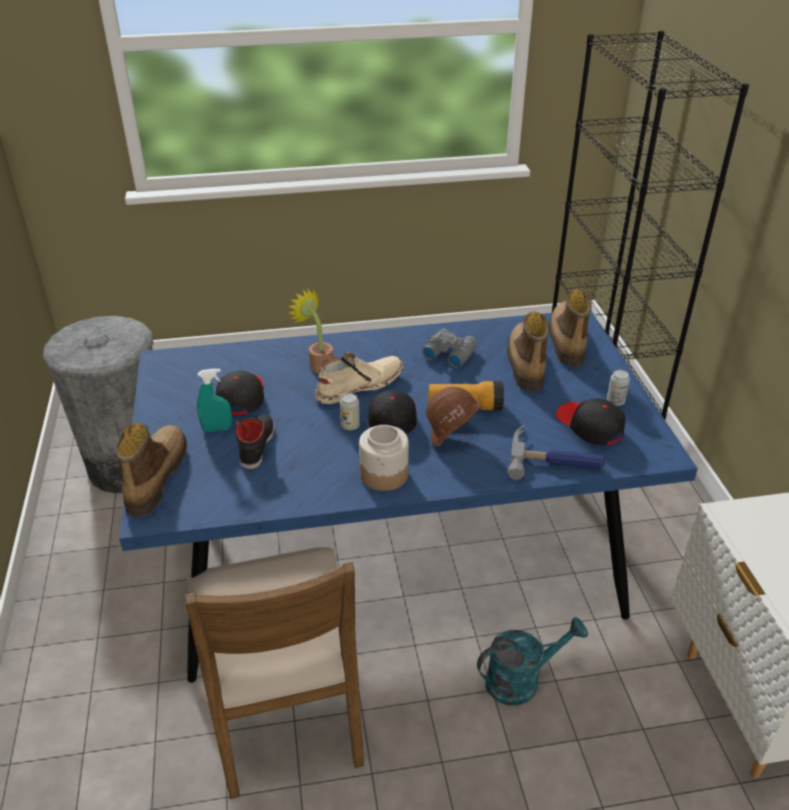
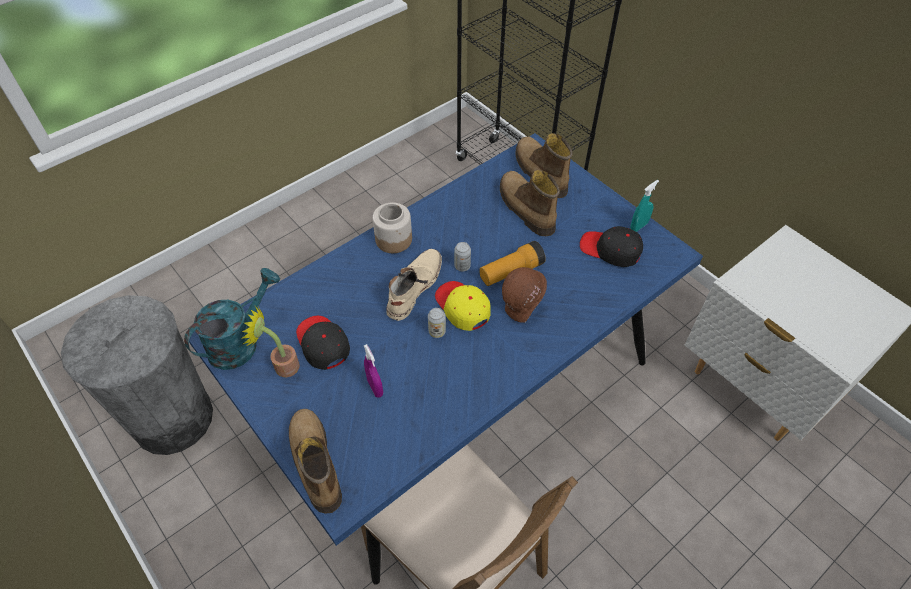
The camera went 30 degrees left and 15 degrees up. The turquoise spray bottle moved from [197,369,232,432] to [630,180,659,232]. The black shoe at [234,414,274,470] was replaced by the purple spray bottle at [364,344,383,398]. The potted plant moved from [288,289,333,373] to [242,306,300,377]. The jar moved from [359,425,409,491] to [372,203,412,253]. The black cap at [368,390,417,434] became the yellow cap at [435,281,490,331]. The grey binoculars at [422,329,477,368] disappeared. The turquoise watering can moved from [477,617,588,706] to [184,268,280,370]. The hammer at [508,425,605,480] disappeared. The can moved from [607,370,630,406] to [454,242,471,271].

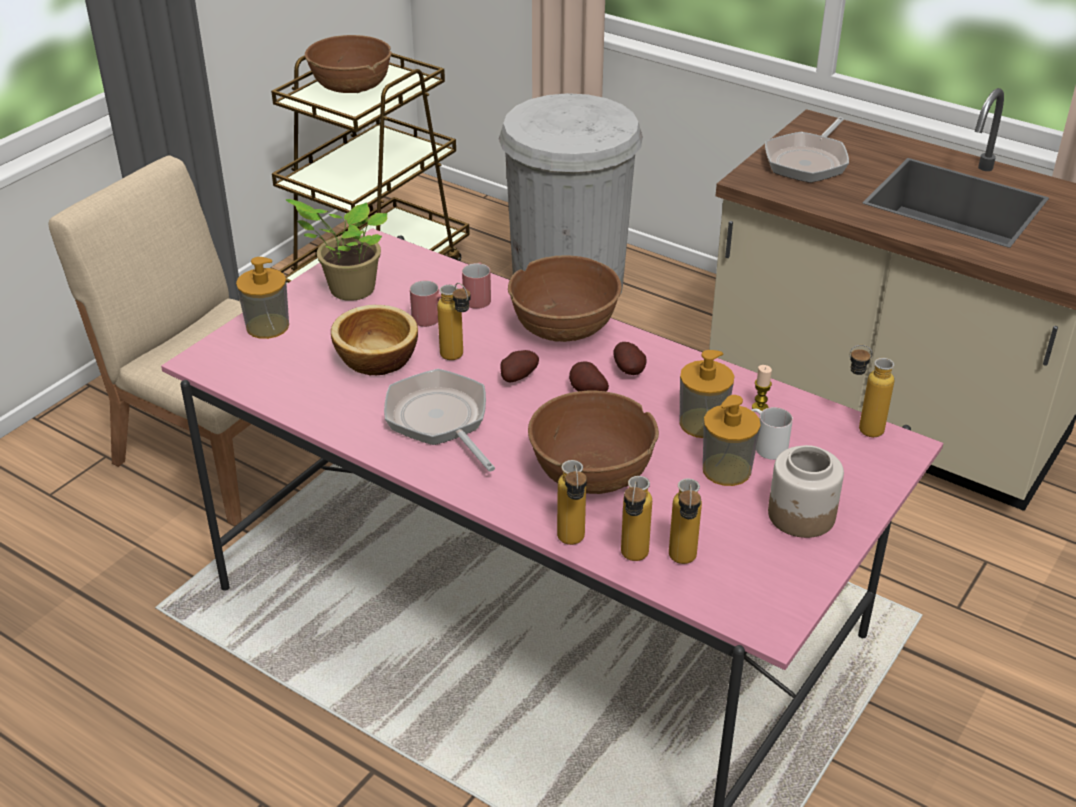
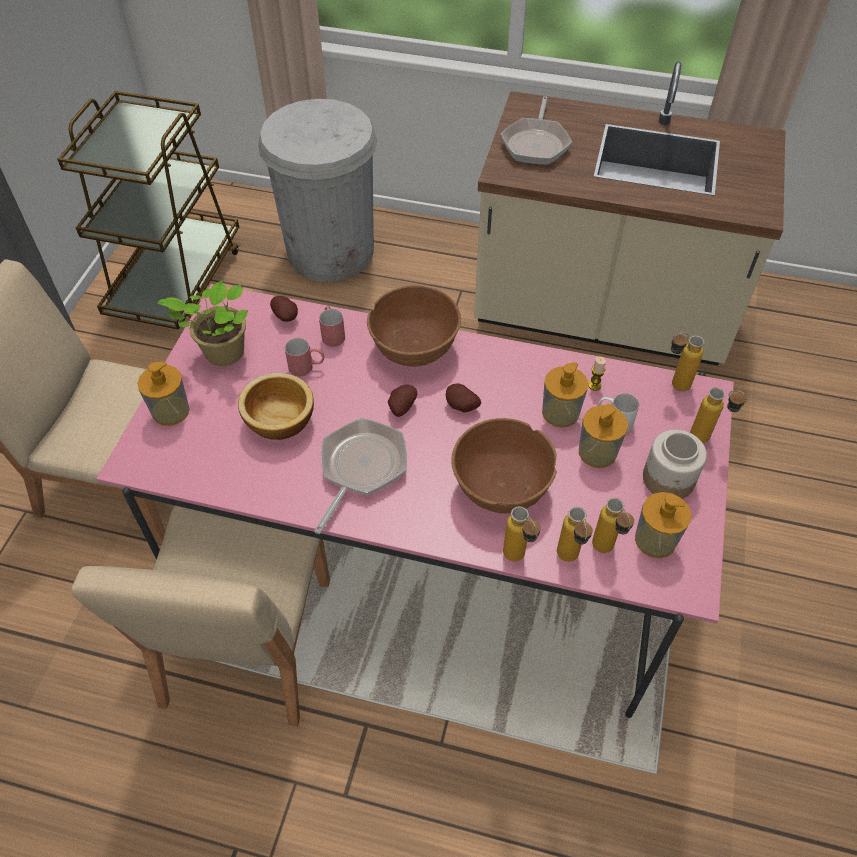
The camera went 20 degrees left and 15 degrees up. The brown bowl at [305,35,392,93] disappeared. The frying pan at [384,369,495,472] turned 75 degrees clockwise. The bottle moved from [437,283,471,360] to [690,387,748,443]. The potato moved from [613,342,647,375] to [270,296,298,322]. The beige chair at [71,506,330,726] appeared. The soap dispenser at [635,492,691,558] appeared.

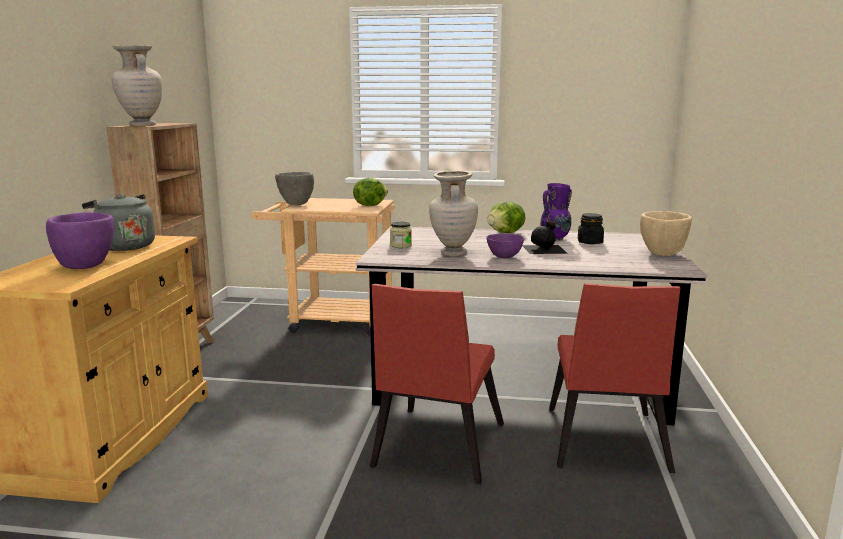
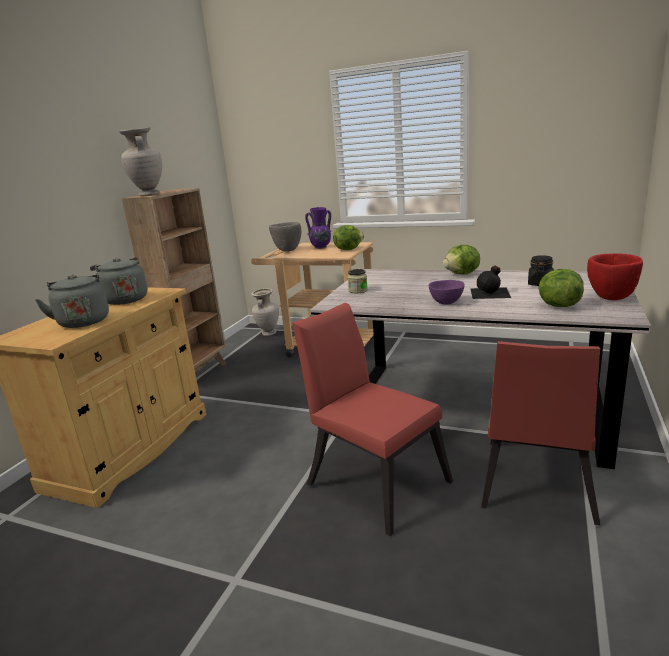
The camera went 15 degrees right and 5 degrees up. The purple bowl at [46,212,114,269] was replaced by the grey kettle at [35,273,109,328]. The red chair at [370,284,504,484] turned 105 degrees clockwise. The beige vase moved from [429,171,478,256] to [251,289,279,336]. The purple vase moved from [541,183,572,241] to [305,207,332,249]. The beige bowl at [640,211,692,256] became the red bowl at [587,253,643,300]. The lettuce at [538,269,584,307] appeared.

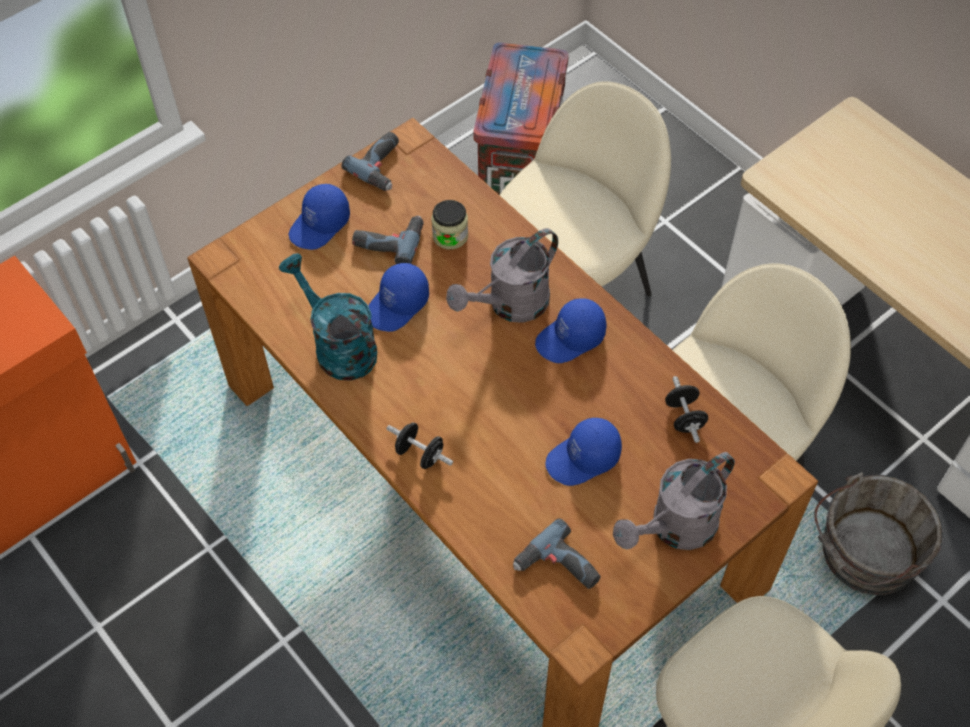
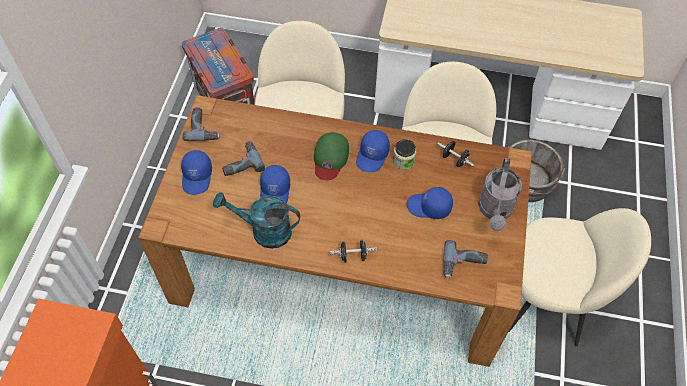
The camera went 40 degrees left and 0 degrees up. The jar moved from [431,200,468,249] to [393,139,416,170]. The grey watering can at [446,228,558,323] was replaced by the green cap at [314,132,349,180]. The blue cap at [545,418,622,486] turned 75 degrees clockwise.

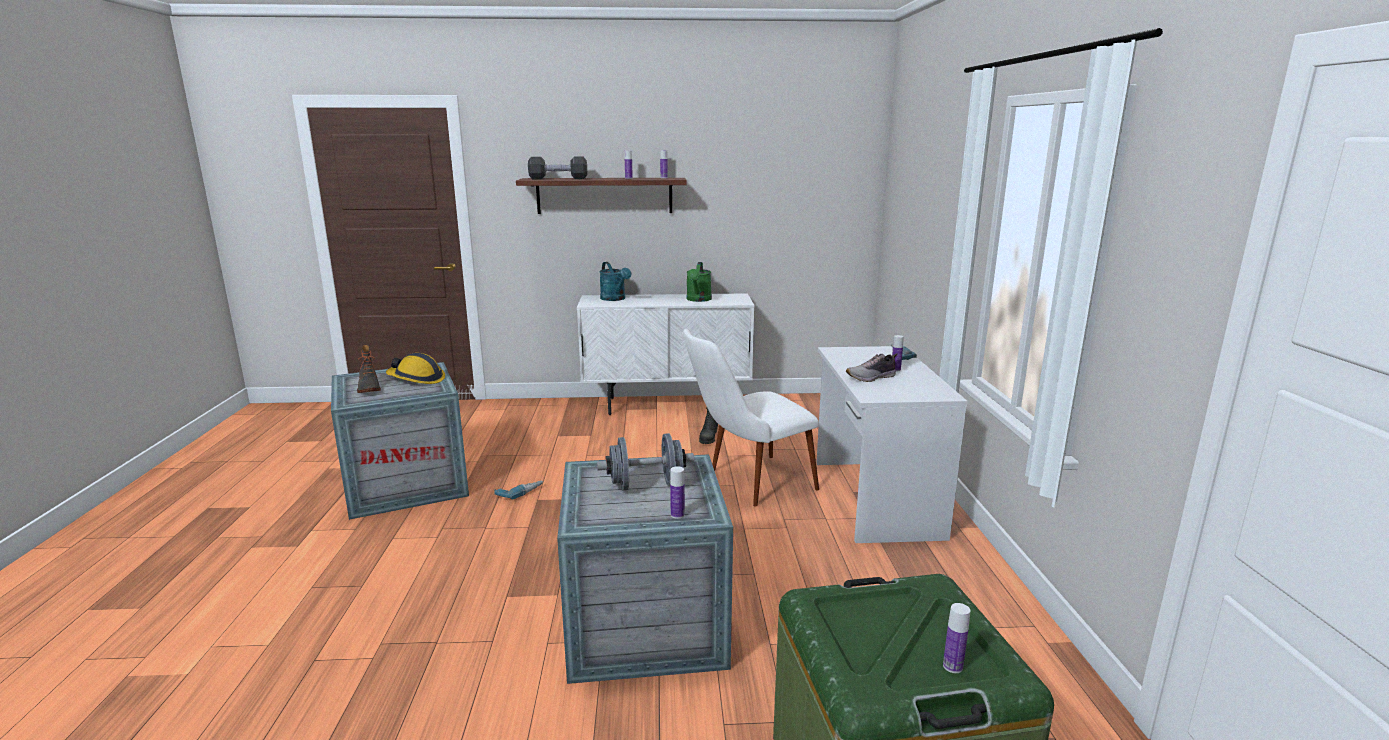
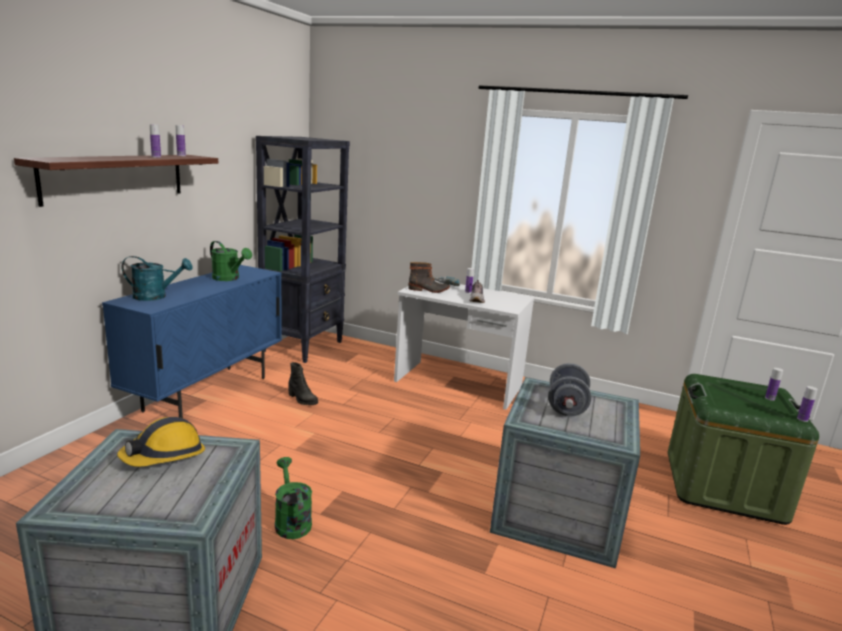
The camera went 65 degrees left and 0 degrees up. The boot moved from [357,345,381,393] to [408,262,450,293]. The power drill at [494,481,543,500] was replaced by the green watering can at [275,457,312,539]. The black dumbbell at [528,157,587,179] disappeared. The white cabinet at [577,293,754,415] became the blue cabinet at [102,265,282,418]. The bottle moved from [670,466,685,519] to [797,386,818,422]. The white chair at [683,329,819,507] disappeared. The black bookcase at [256,136,350,363] appeared.

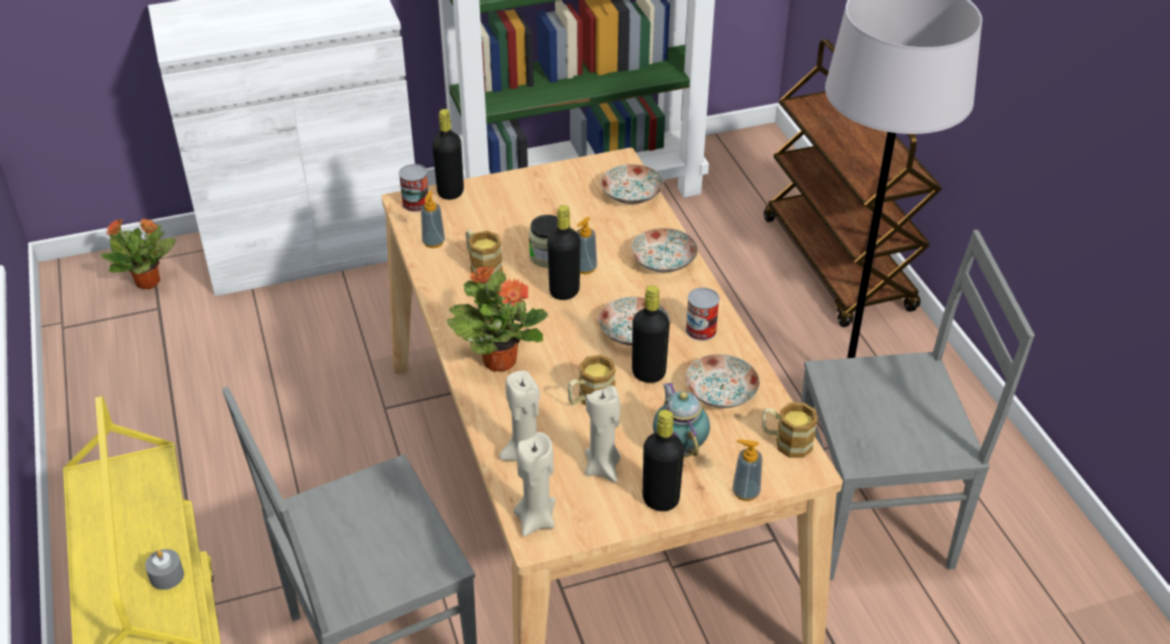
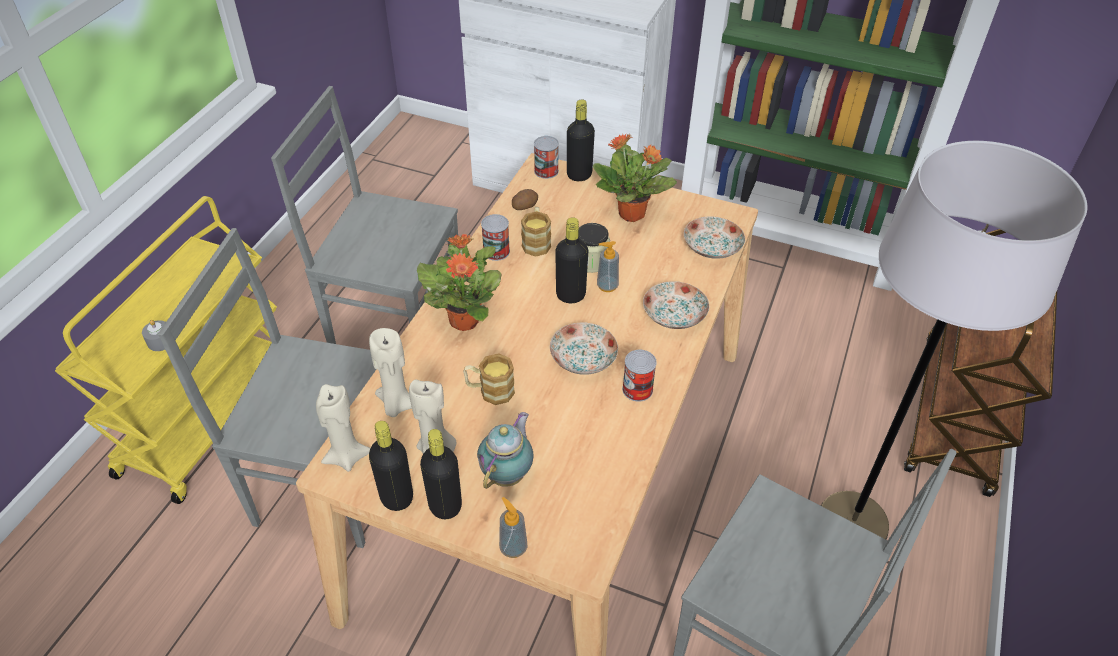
The camera went 40 degrees right and 5 degrees up. The potted plant moved from [101,218,176,289] to [593,133,677,222]. The soap dispenser at [421,191,445,248] was replaced by the potato at [512,189,538,210]. The black bottle moved from [632,285,670,383] to [369,421,413,511]. The plate at [685,354,760,408] disappeared. The mug at [762,403,818,458] disappeared. The grey chair at [271,86,458,344] appeared. The can at [481,214,510,261] appeared.

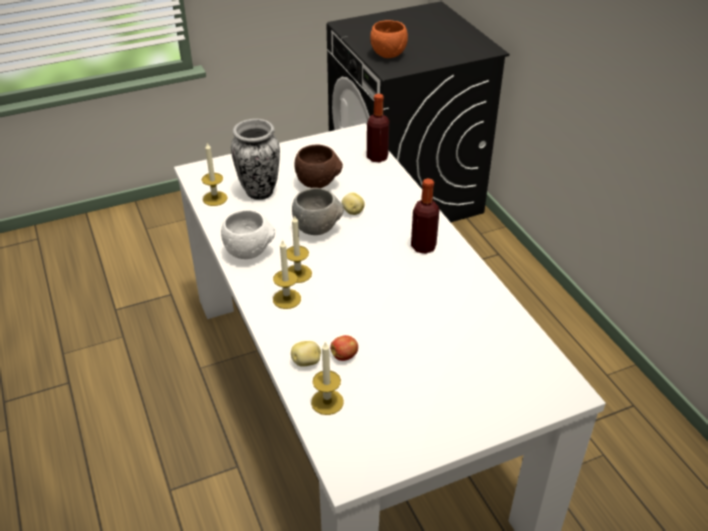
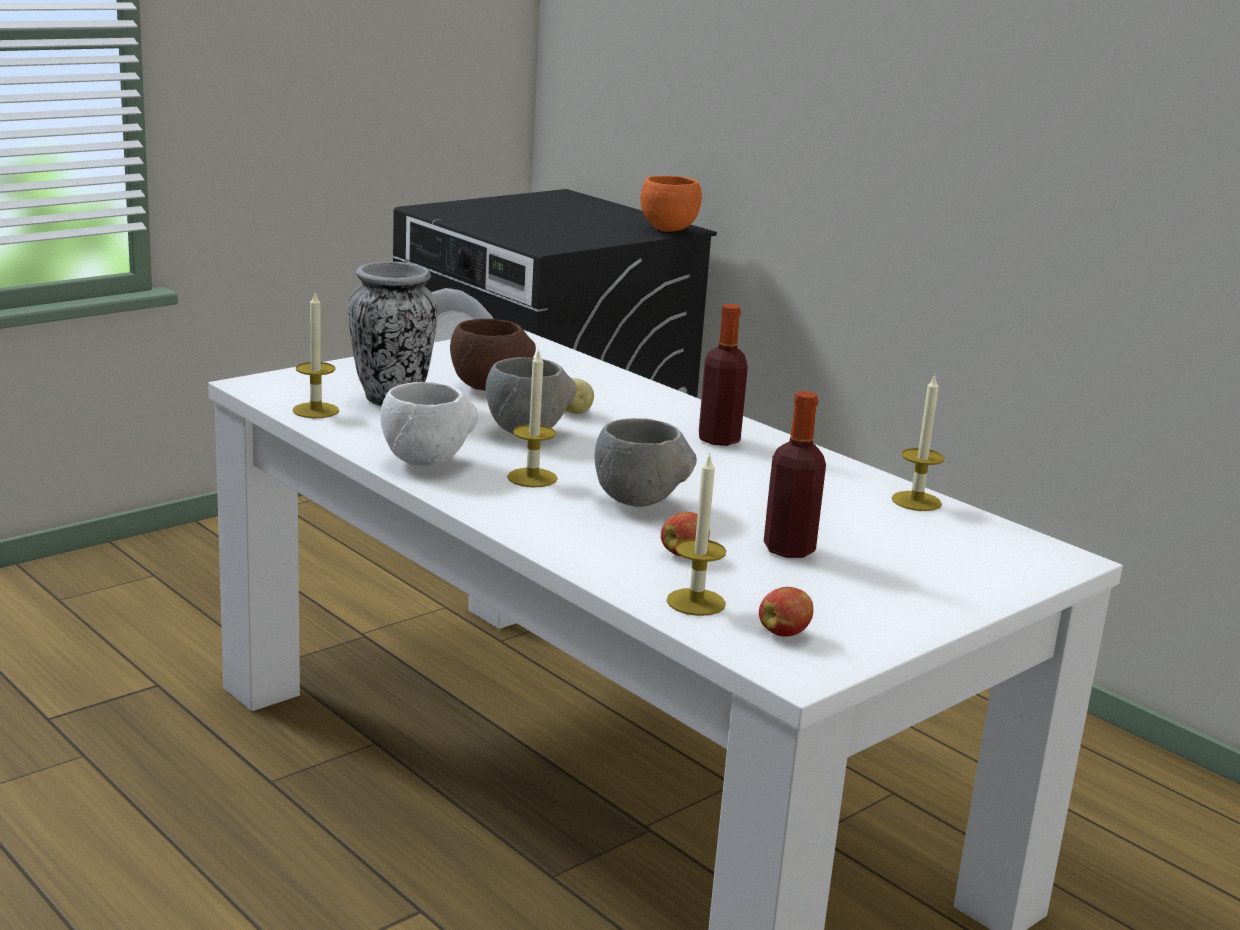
The camera went 20 degrees left and 20 degrees down. The candle moved from [273,239,301,309] to [892,375,945,511]. The potato at [291,341,321,367] disappeared. The bottle moved from [367,94,389,163] to [764,391,826,558]. The orange bowl moved from [370,20,408,58] to [640,176,702,232]. The grey bowl at [594,418,697,507] appeared. The apple at [759,587,813,637] appeared.

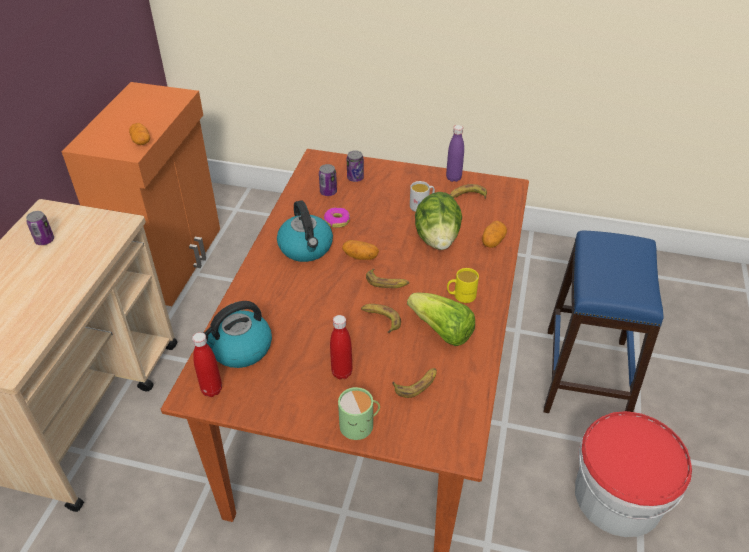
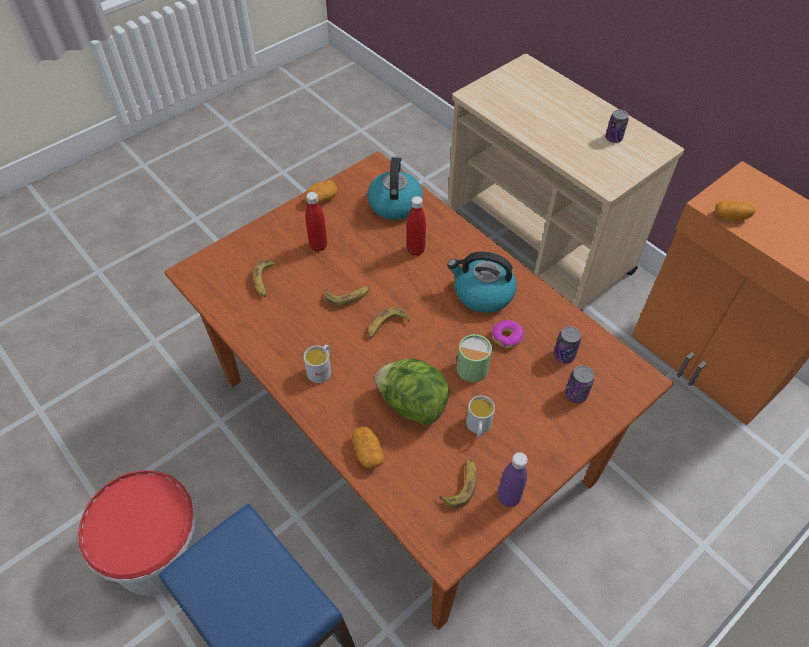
The camera went 125 degrees right and 10 degrees up. The red bottle moved from [192,332,222,397] to [407,196,426,256]. The green mug moved from [338,387,380,440] to [456,334,492,382]. The potato moved from [342,240,379,260] to [304,180,338,204]. The lettuce at [407,293,475,346] disappeared. The yellow mug at [447,268,479,303] became the white mug at [304,345,331,383].

